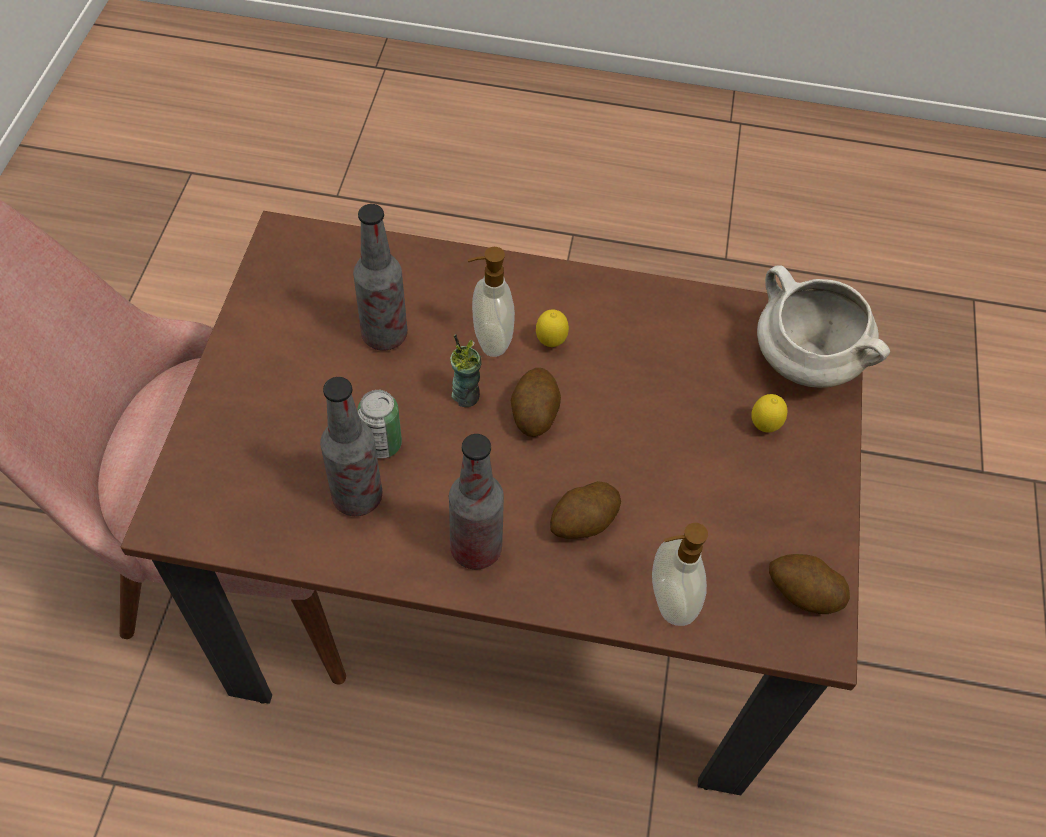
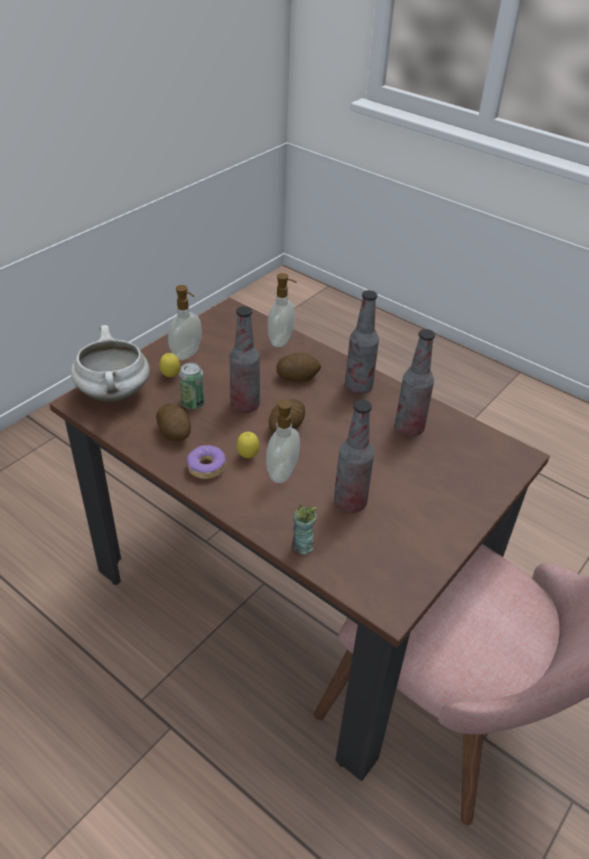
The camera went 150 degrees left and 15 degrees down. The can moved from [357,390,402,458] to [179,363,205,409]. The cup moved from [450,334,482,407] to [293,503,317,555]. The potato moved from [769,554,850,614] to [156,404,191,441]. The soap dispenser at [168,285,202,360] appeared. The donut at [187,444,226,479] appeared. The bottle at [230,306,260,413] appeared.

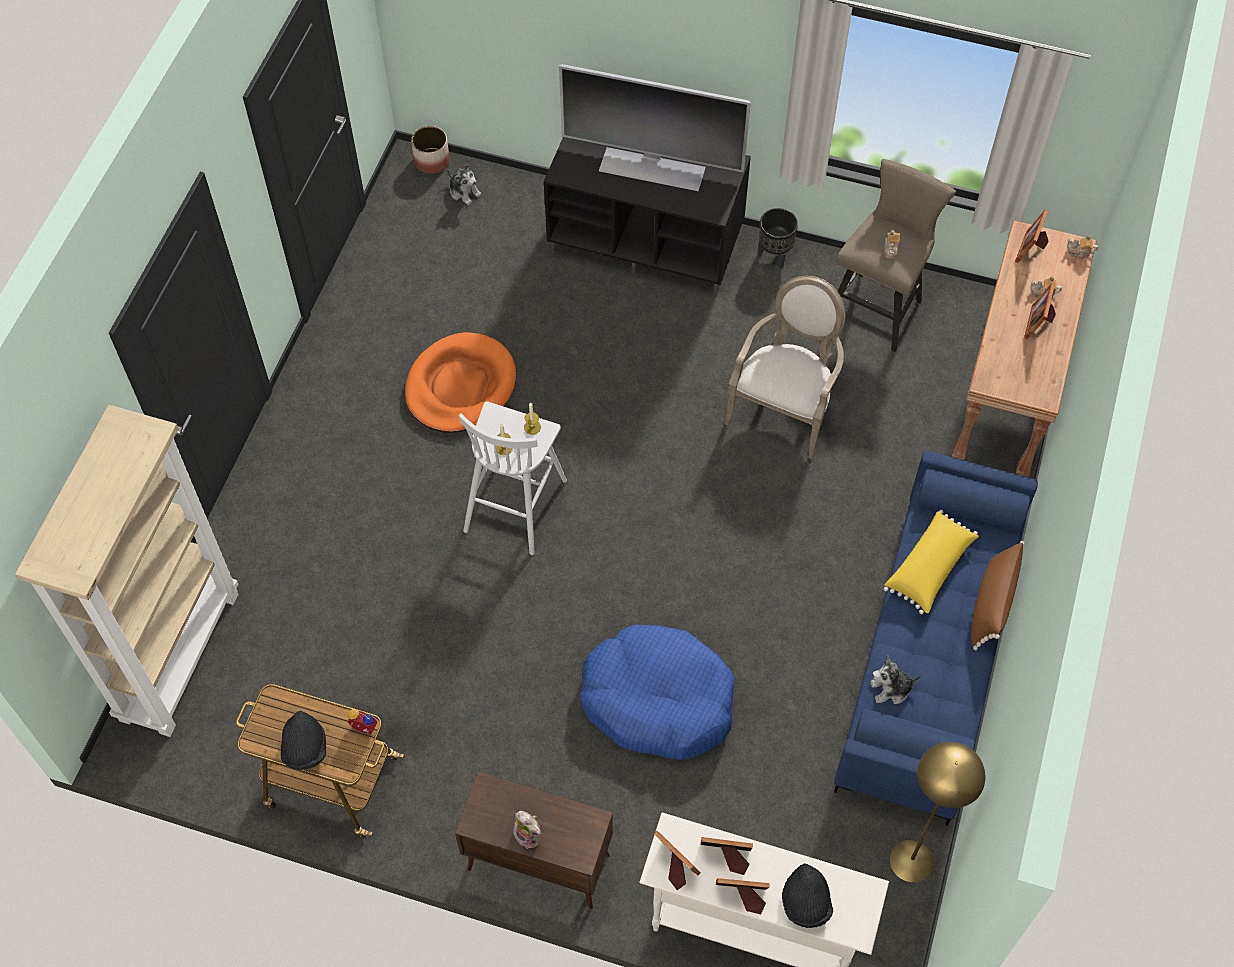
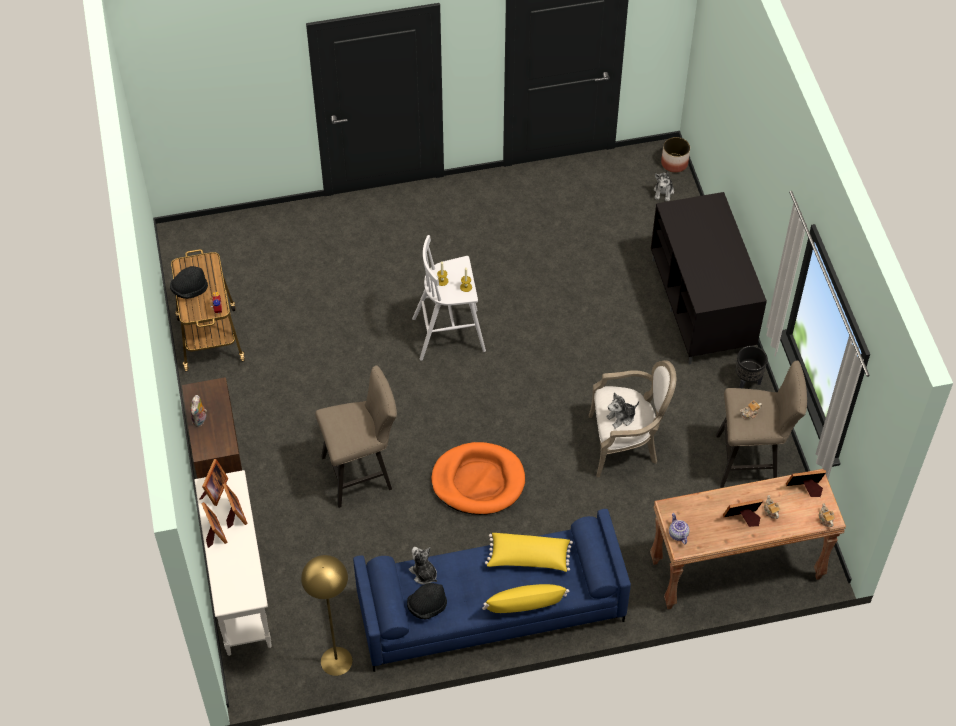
The camera went 60 degrees right and 5 degrees down. The beige bookcase at [15,405,238,737] disappeared. The orange dog bed moved from [405,332,516,433] to [431,442,525,515]. The television at [559,64,751,191] disappeared. The blue dog bed at [579,625,735,760] was replaced by the beige stool at [315,365,397,508]. The black hat moved from [782,864,833,928] to [407,583,447,620]. The brown pillow at [971,541,1024,650] became the yellow pillow at [482,584,569,613]. The plush toy at [606,392,639,429] appeared. The teapot at [669,513,689,544] appeared.

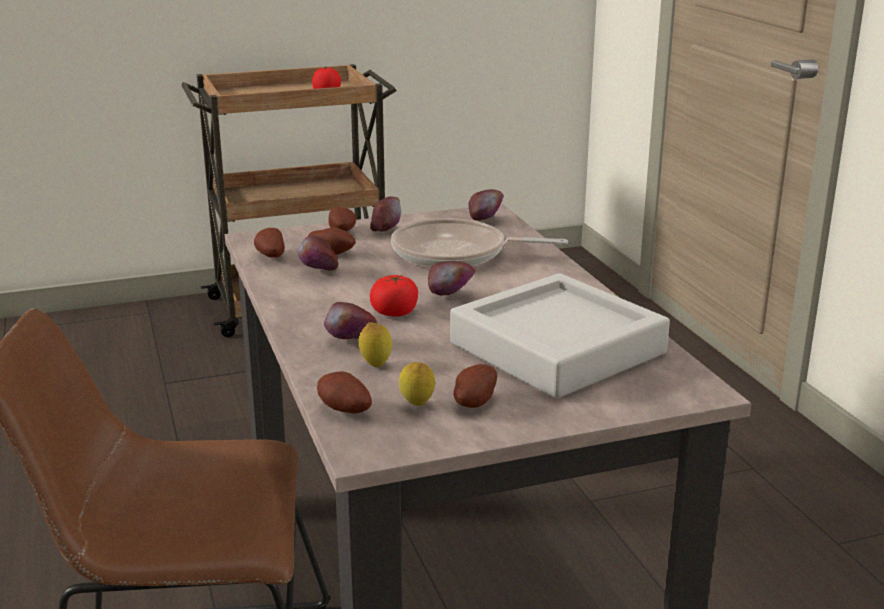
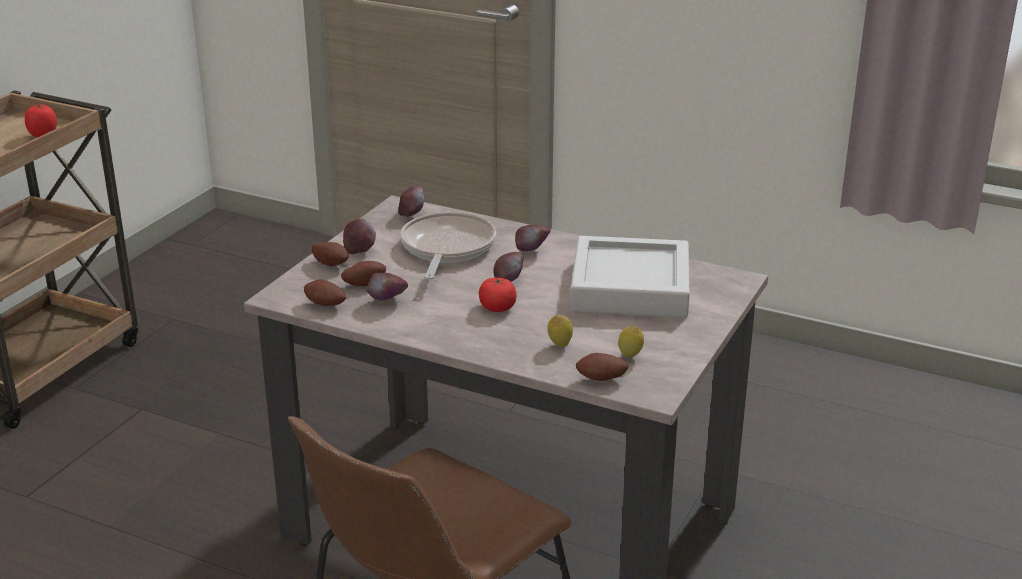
The camera went 45 degrees left and 5 degrees up. The apple moved from [324,302,377,339] to [515,224,551,251]. The frying pan at [391,218,568,268] turned 135 degrees clockwise. The potato at [453,364,497,408] disappeared.

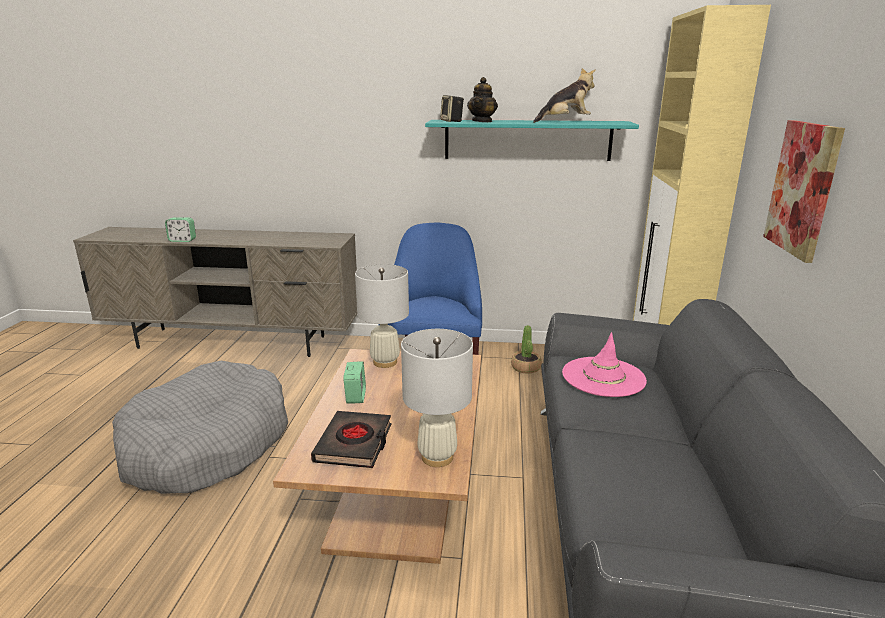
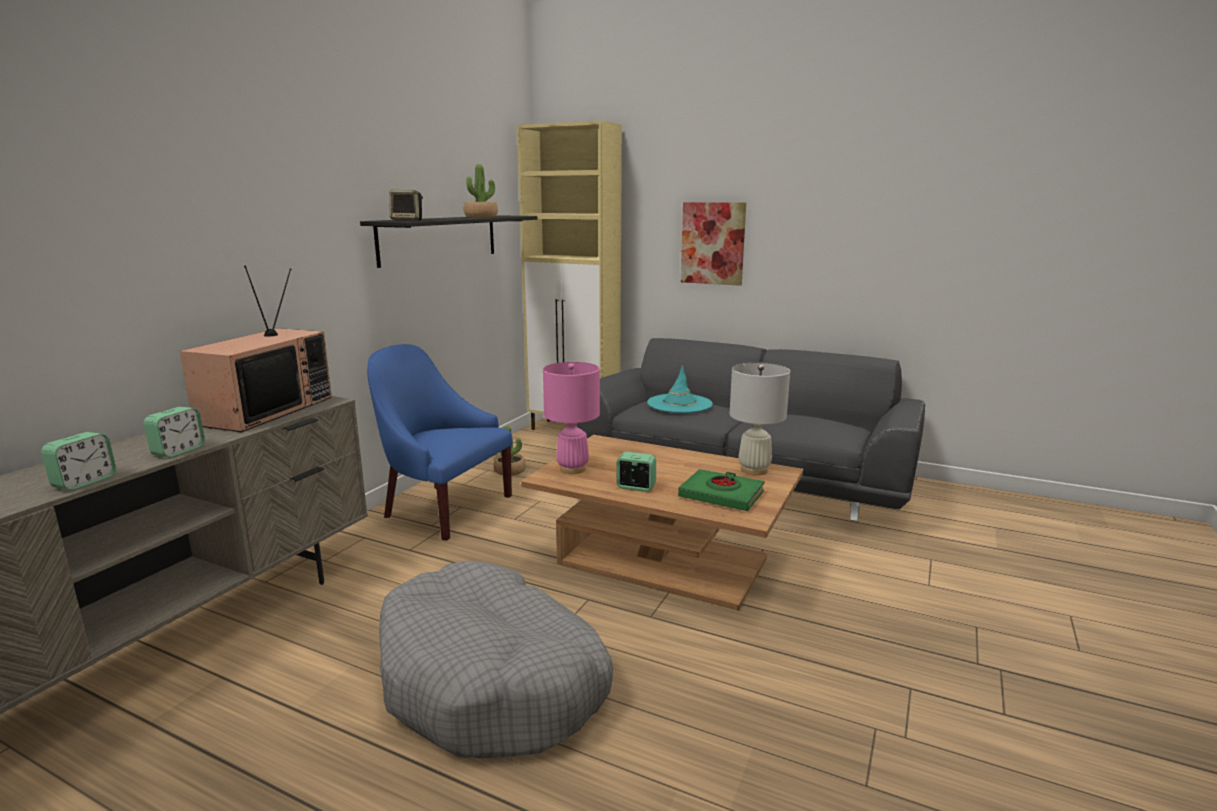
The camera went 70 degrees left and 5 degrees down. The black book at [311,411,392,468] became the green book at [678,469,765,511]. The white table lamp at [355,264,409,368] became the pink table lamp at [543,362,600,474]. The turquoise shelf at [425,120,639,161] became the black shelf at [360,215,538,268]. The teapot at [467,77,498,122] disappeared. The plush toy at [533,68,596,123] was replaced by the potted plant at [464,164,498,217]. The pink hat at [562,332,647,397] became the turquoise hat at [647,365,713,413]. The alarm clock at [144,407,205,458] appeared. The television at [180,266,332,432] appeared.

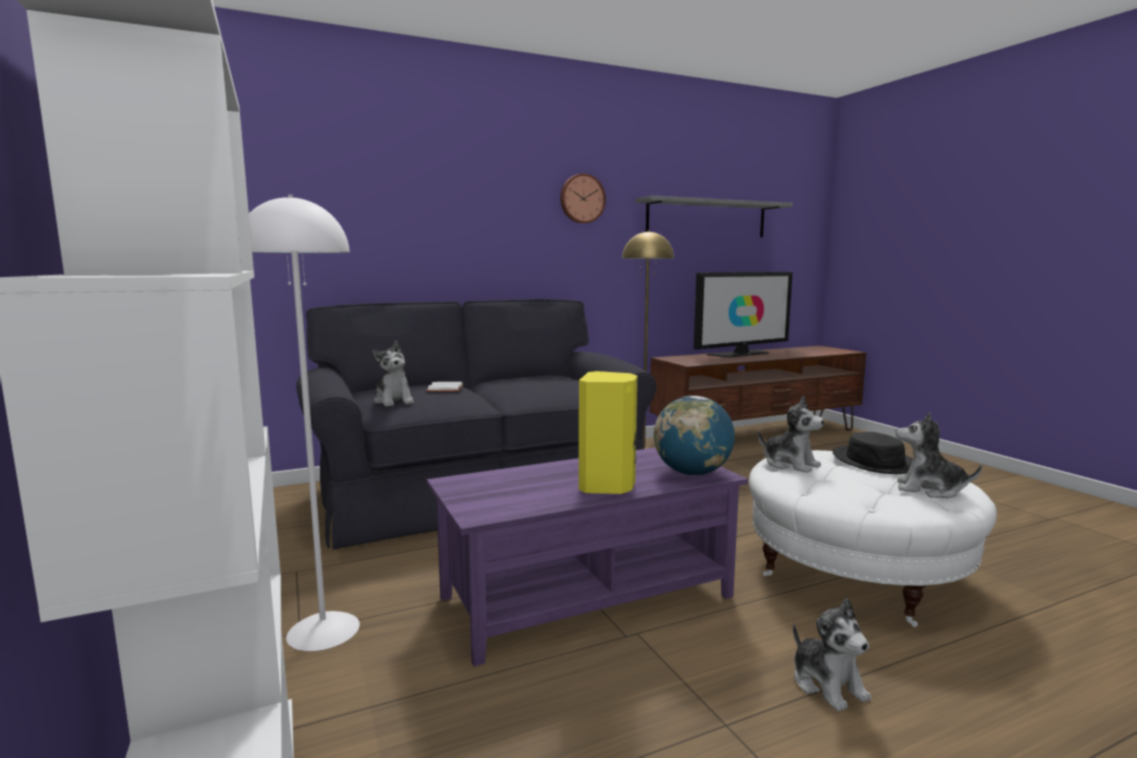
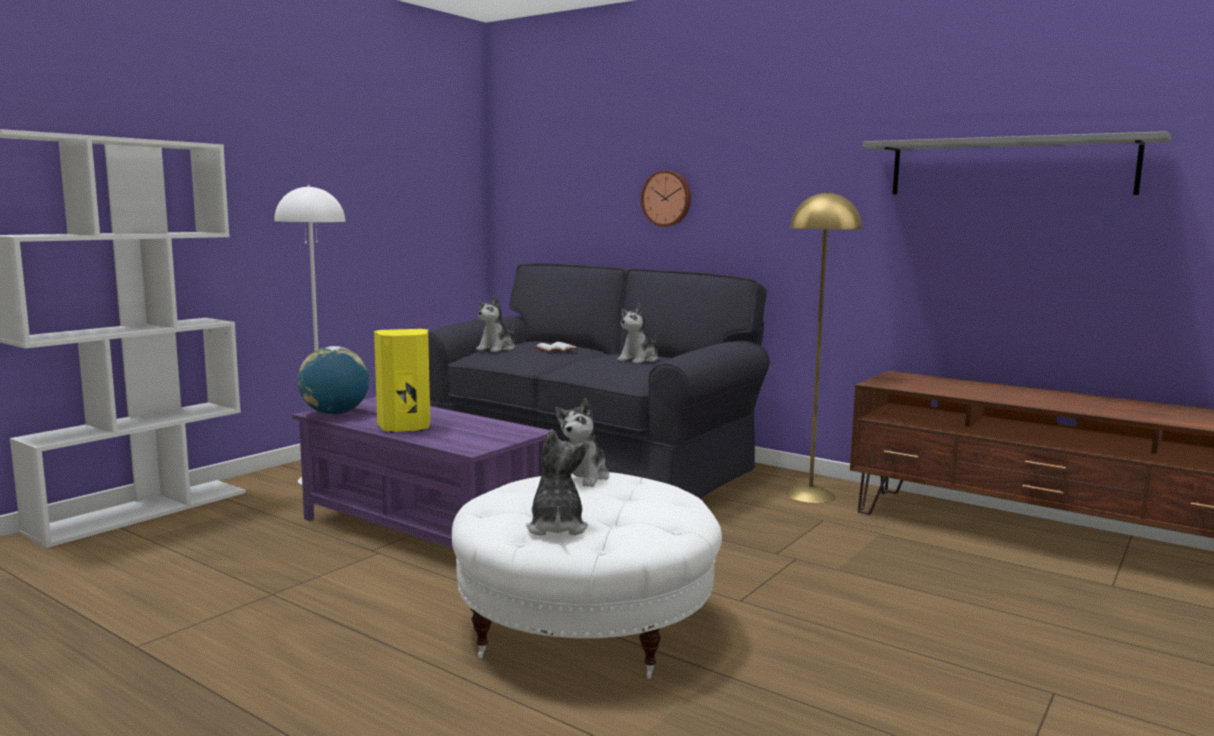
The camera went 60 degrees right and 0 degrees up. The wall clock moved from [560,173,606,224] to [641,170,691,227]. The globe moved from [654,396,735,476] to [298,346,369,415]. The television at [694,272,793,357] disappeared. The plush toy moved from [793,598,871,711] to [617,303,658,364]. The black hat at [832,432,913,474] disappeared.

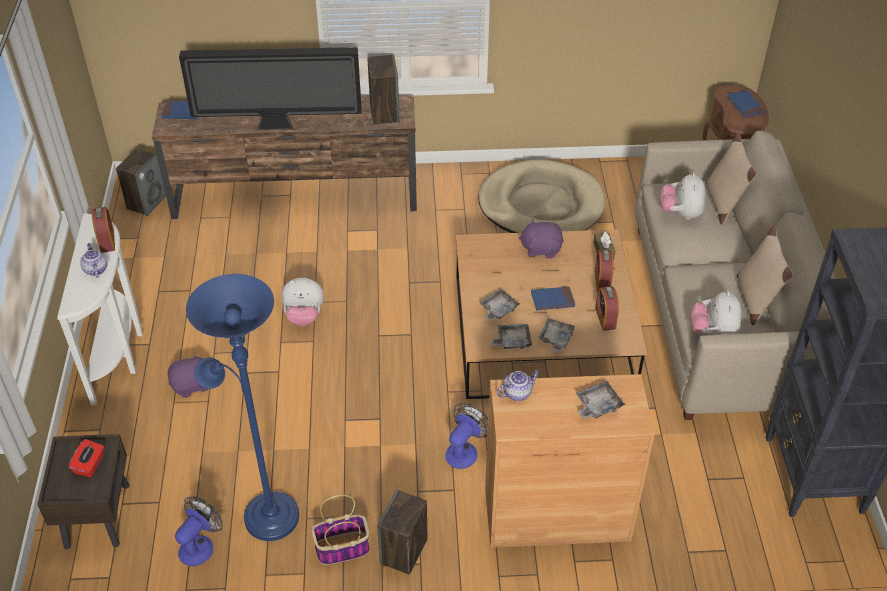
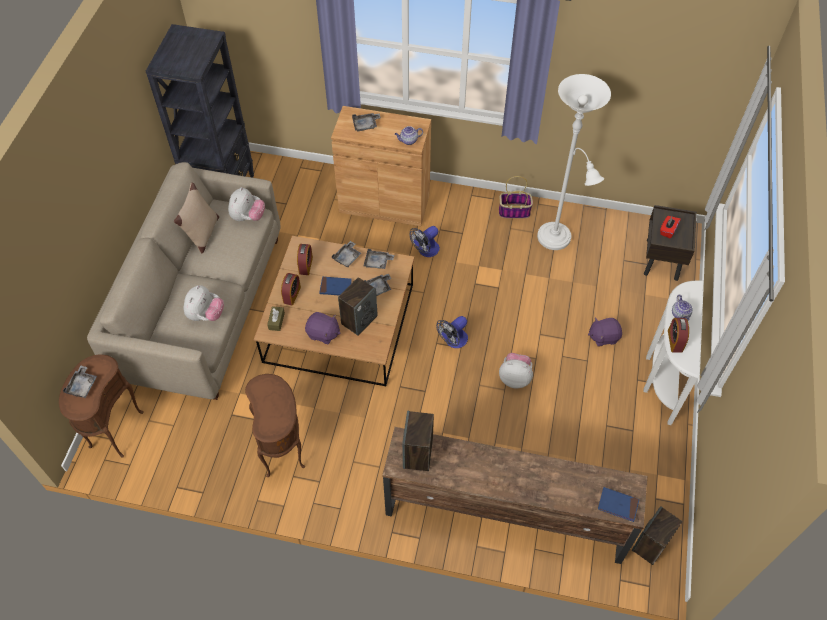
The camera went 165 degrees left and 10 degrees up. The fan moved from [175,497,223,566] to [436,316,468,348]. The television at [179,47,362,130] disappeared. The blue floor lamp at [186,274,299,541] became the white floor lamp at [537,74,611,250]. The speaker moved from [377,489,427,575] to [338,277,378,336]. The beige dog bed at [479,159,605,233] was replaced by the brown side table at [245,374,305,477]. The beige pillow at [706,132,758,225] disappeared. The blue book at [727,90,765,118] was replaced by the grey tray at [63,366,97,398].

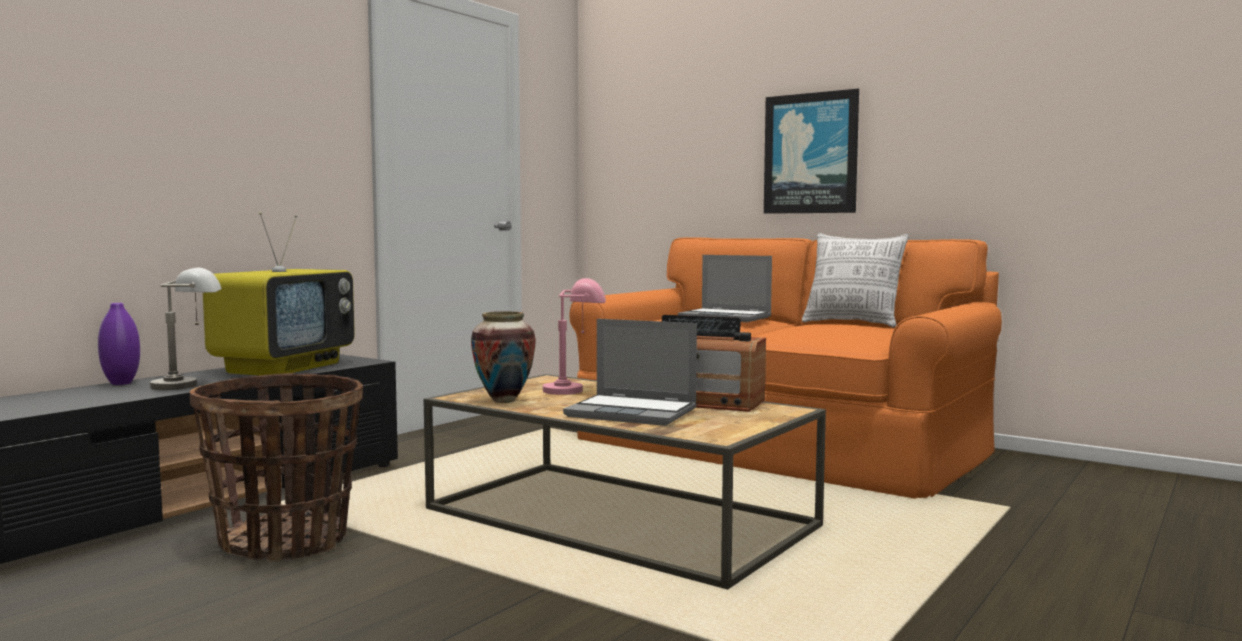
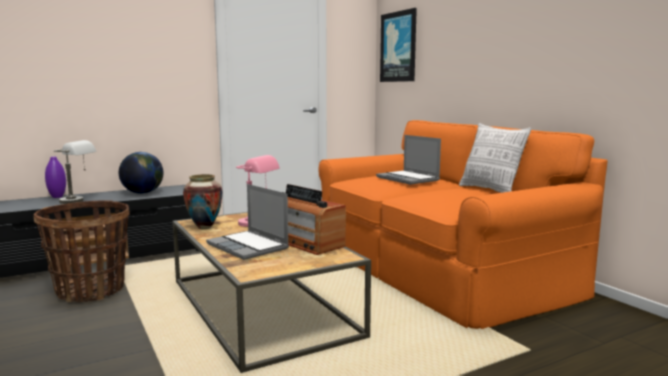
The camera went 25 degrees right and 5 degrees up. The television at [203,212,355,376] was replaced by the globe at [119,152,163,194]. The picture moved from [764,89,859,214] to [380,8,417,82].

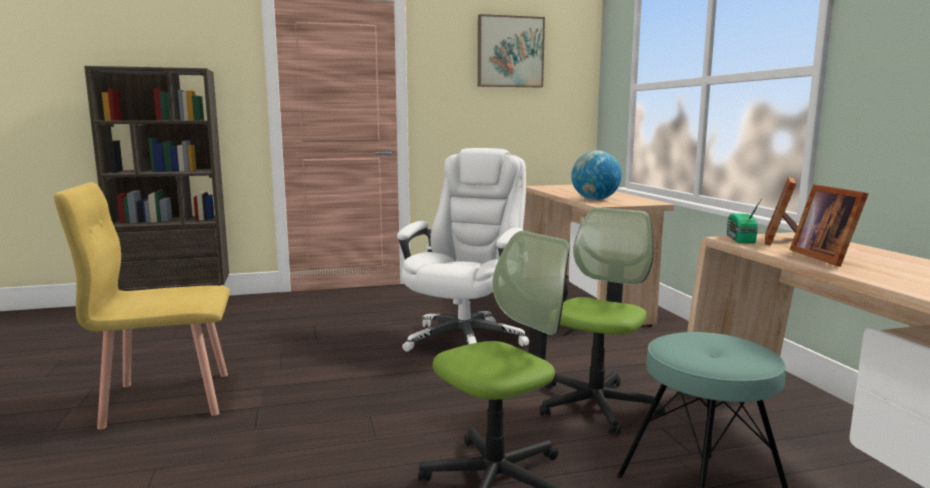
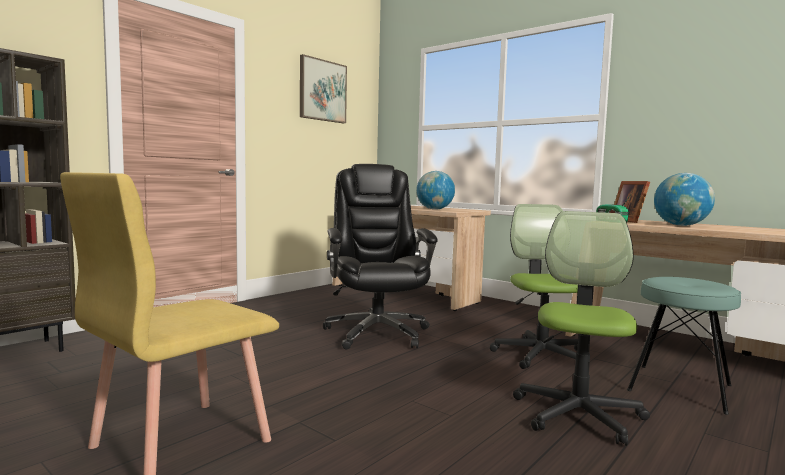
The camera went 35 degrees left and 5 degrees down. The white office chair at [397,148,529,352] became the black office chair at [323,164,438,350]. The picture frame at [789,184,868,267] was replaced by the globe at [654,173,715,226].

